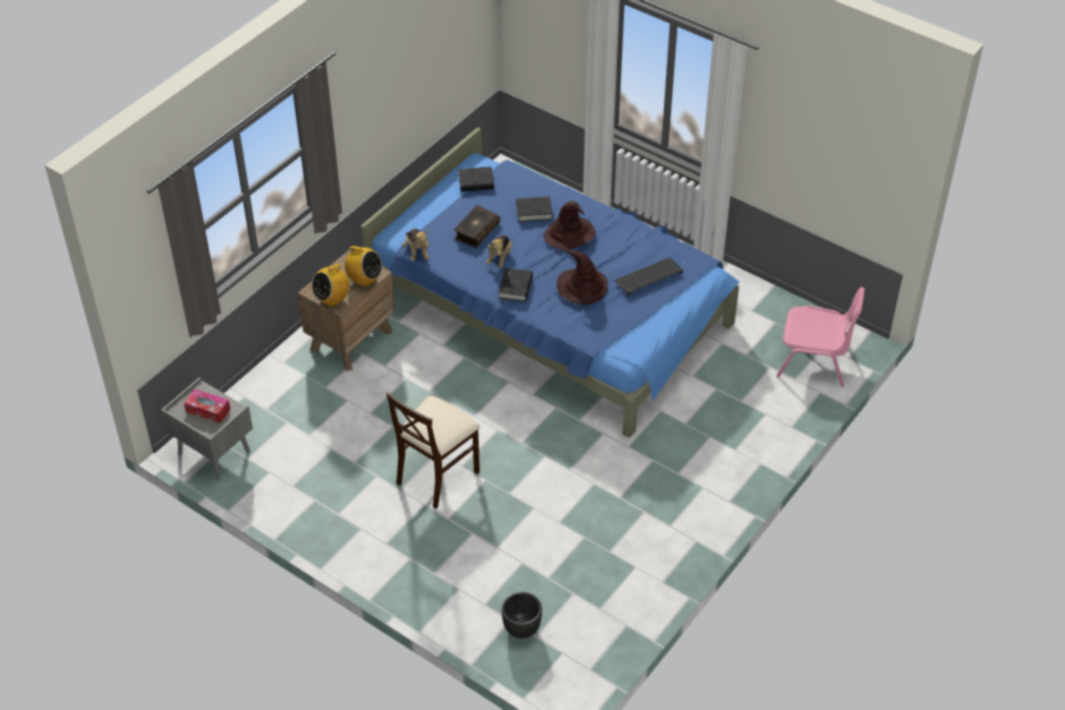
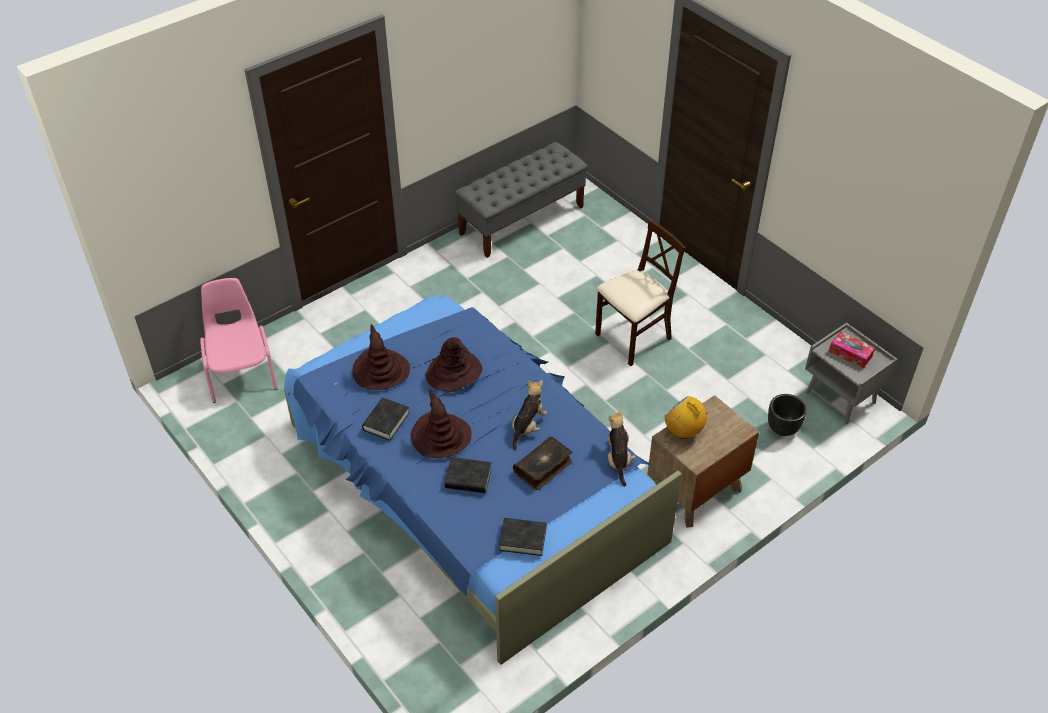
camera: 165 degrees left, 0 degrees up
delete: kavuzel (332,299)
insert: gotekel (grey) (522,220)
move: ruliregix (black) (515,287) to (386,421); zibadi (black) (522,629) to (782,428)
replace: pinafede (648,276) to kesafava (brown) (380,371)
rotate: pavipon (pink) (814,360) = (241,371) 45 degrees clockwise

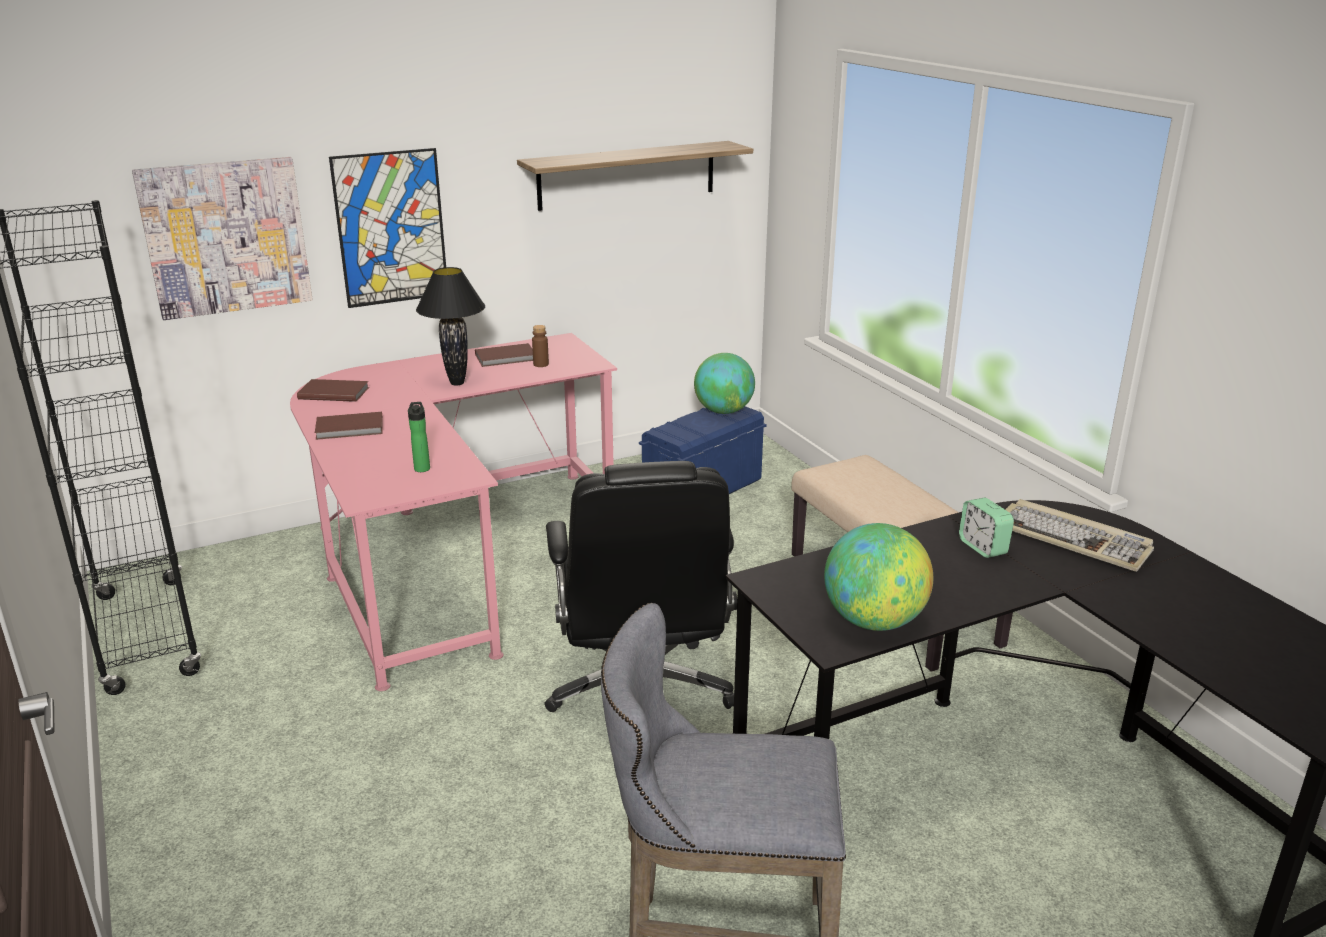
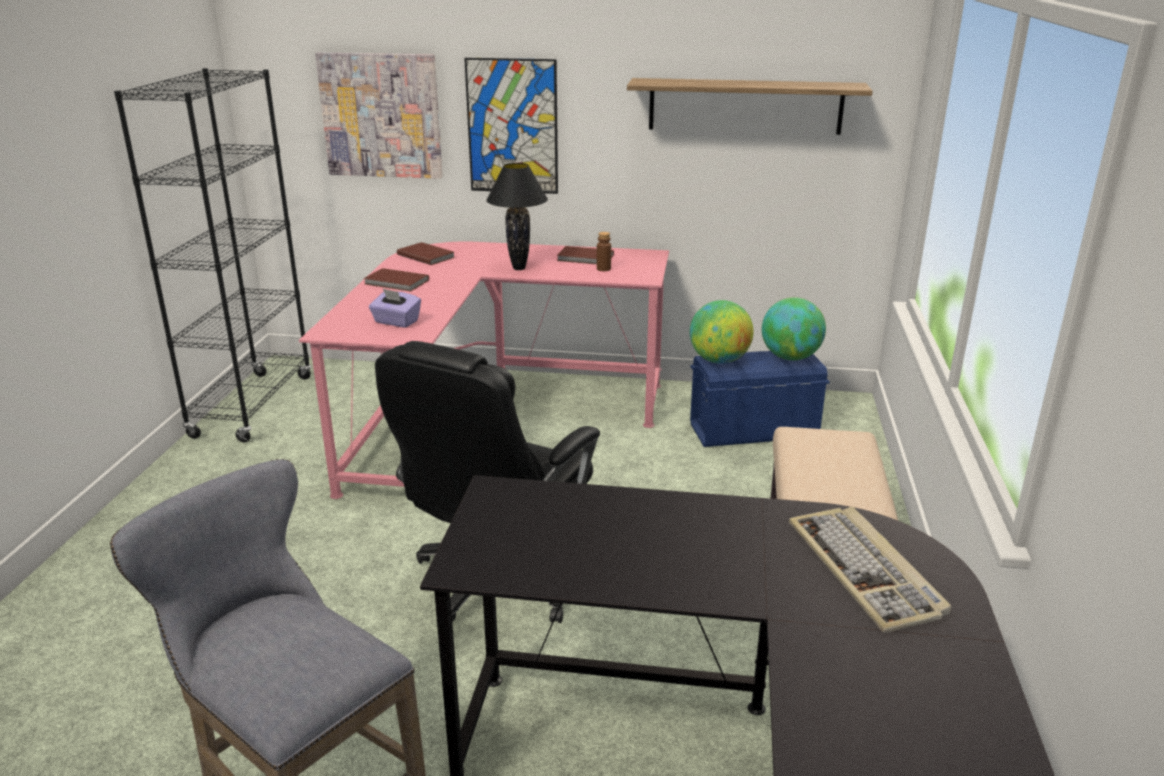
camera: 35 degrees right, 0 degrees up
delete: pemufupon (983,547)
move: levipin (874,621) to (719,360)
replace: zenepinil (422,468) to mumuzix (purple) (396,322)

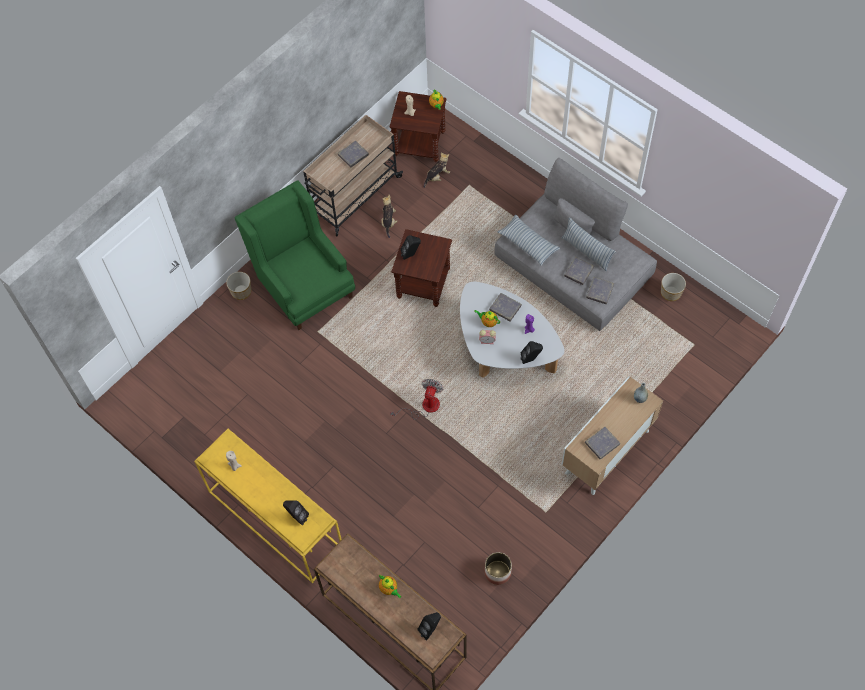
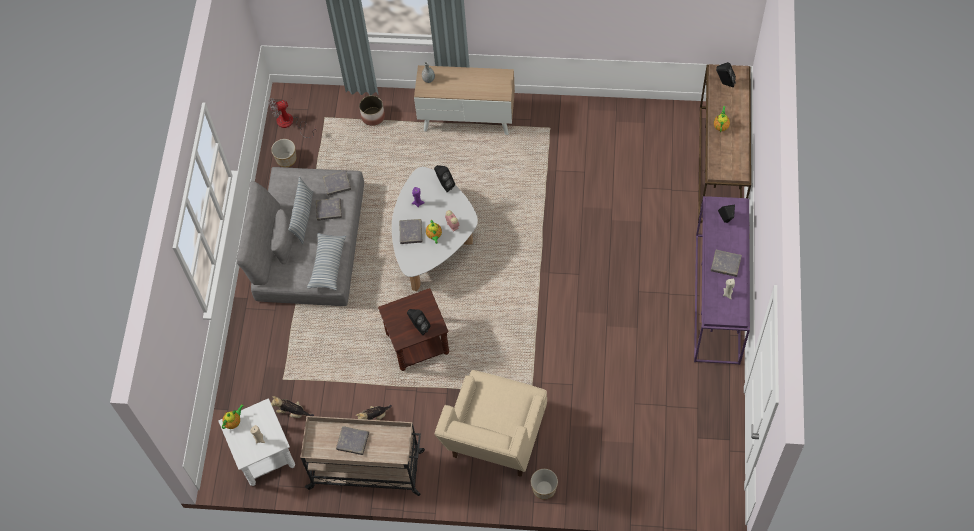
camera: 125 degrees left, 0 degrees up
move: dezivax (424,407) to (290,123); ruliregix (grey) (602,444) to (725,264); zibadi (497,572) to (373,116)
recolor: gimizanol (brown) (419,144) to gimizanol (white) (265,455); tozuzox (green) (303,284) to tozuzox (beige) (495,441); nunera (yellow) (274,520) to nunera (purple) (718,299)

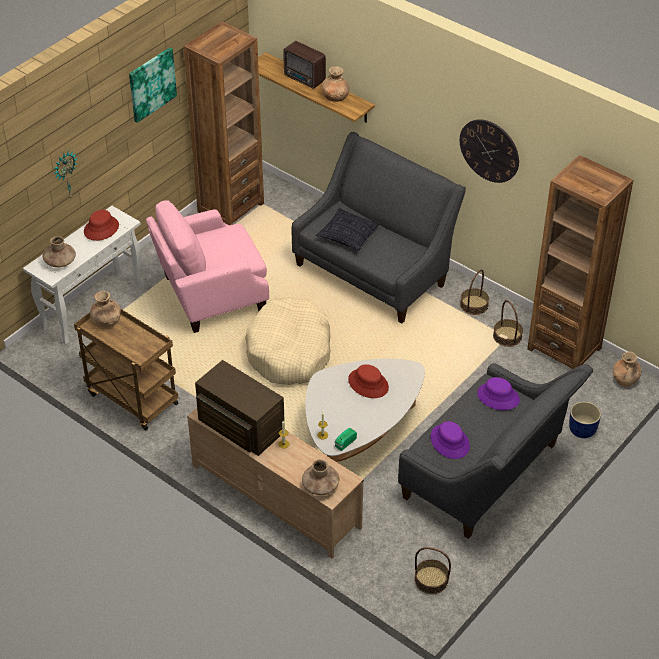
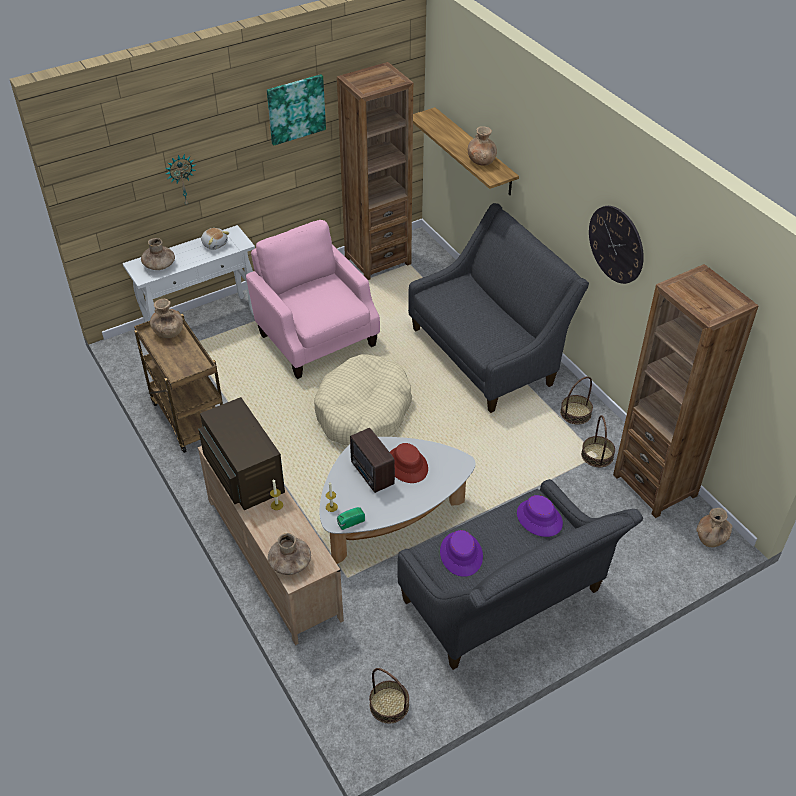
camera: 20 degrees right, 0 degrees up
delete: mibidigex (348,236); zibadi (blue) (582,430)
move: kavuzel (305,79) to (372,475)
replace: kesafava (red) (101,228) to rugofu (215,244)
rotate: tozuzox (pink) (211,295) = (316,338) 60 degrees clockwise

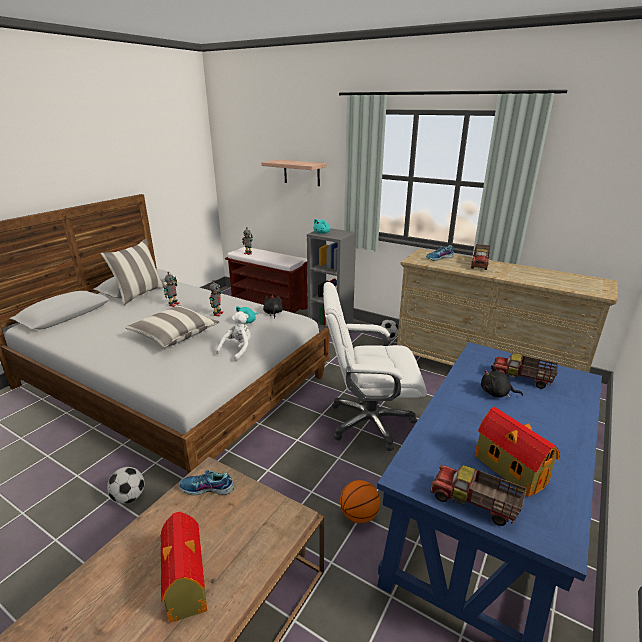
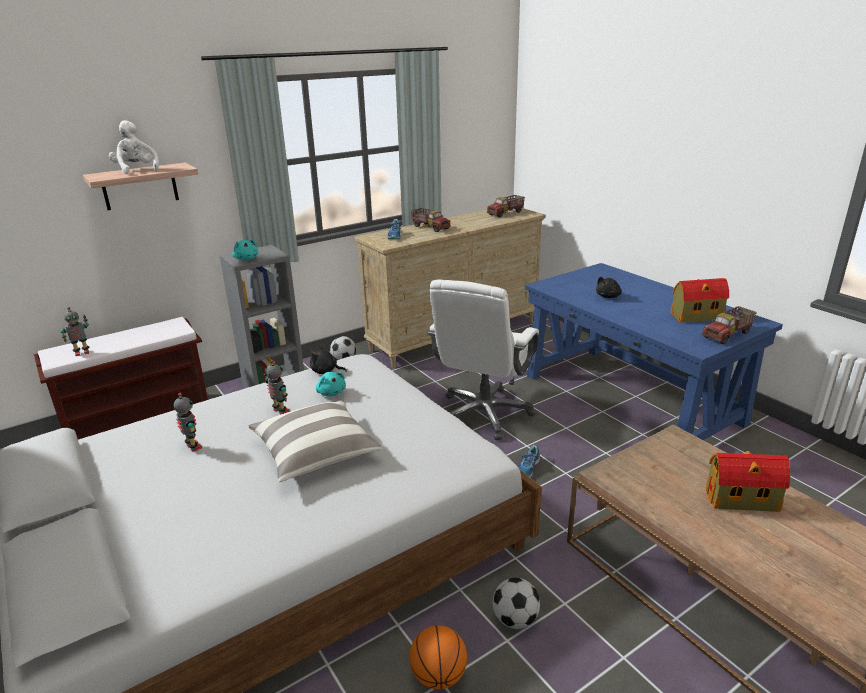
camera: 65 degrees left, 0 degrees up
delete: mibidigex (140,294)
move: rugofu (white) (238,350) to (136,170); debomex (521,379) to (506,213); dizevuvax (207,489) to (528,468); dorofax (359,515) to (438,675)

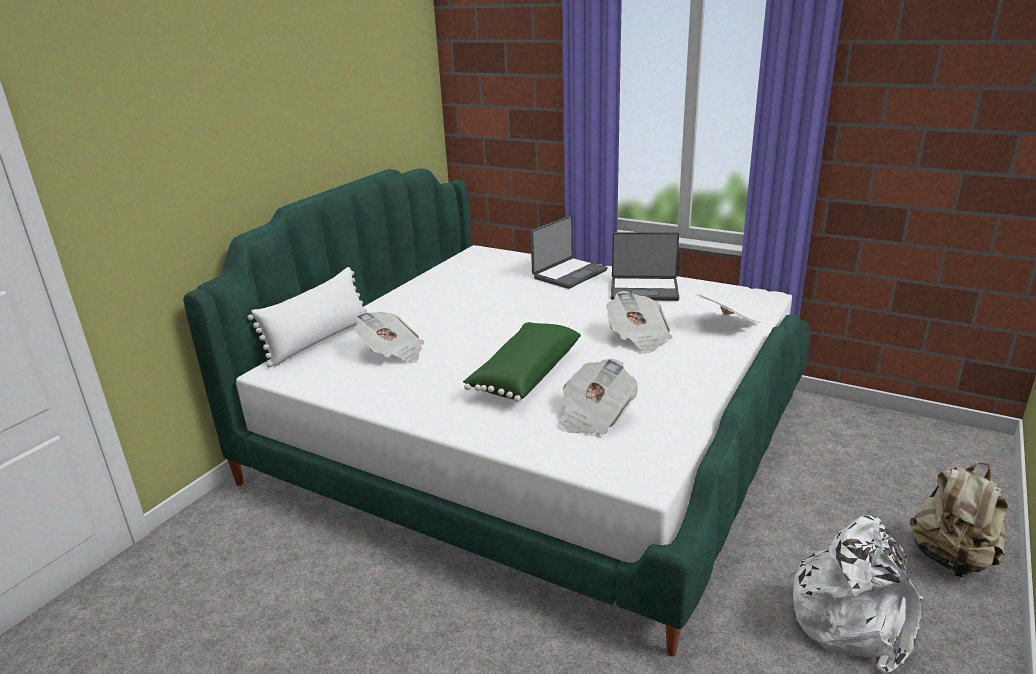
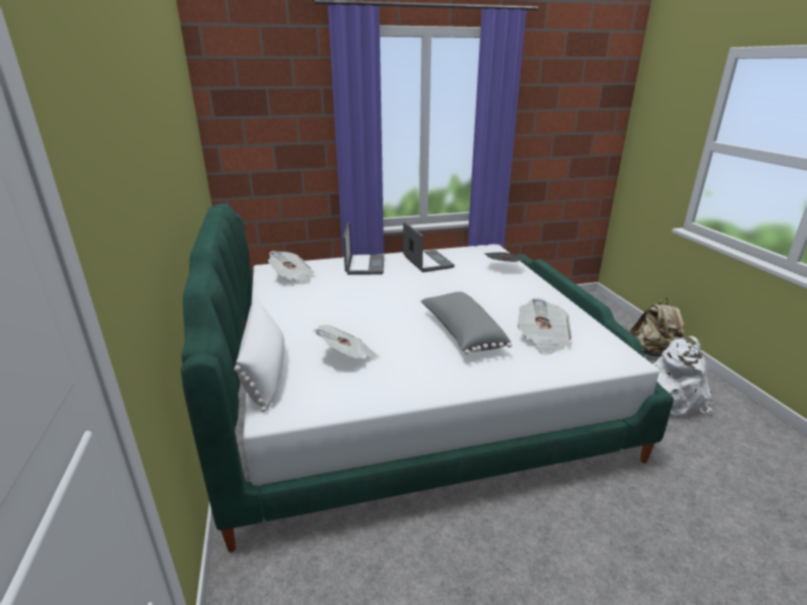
camera: 45 degrees left, 0 degrees up
move: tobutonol (638,338) to (293,278)
recolor: mibidigex (green) (524,374) to mibidigex (grey) (461,333)
rotate: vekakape (644,290) = (427,262) 75 degrees counterclockwise

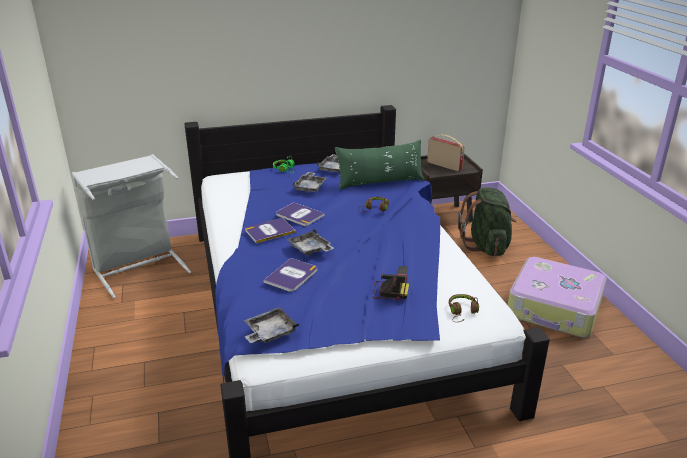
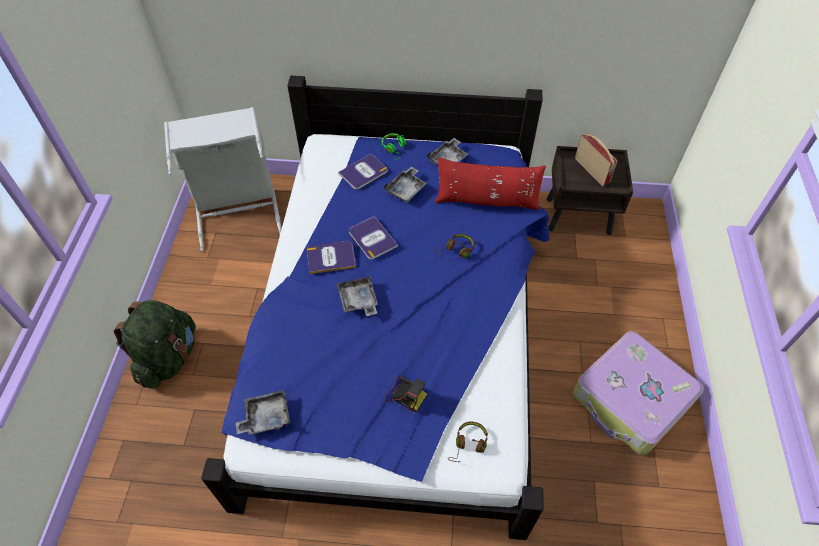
camera: 20 degrees right, 25 degrees up
move: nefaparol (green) (486,246) to (168,358); ruliregix (291,276) to (363,172)
recolor: mibidigex (green) (380,182) to mibidigex (red) (487,201)

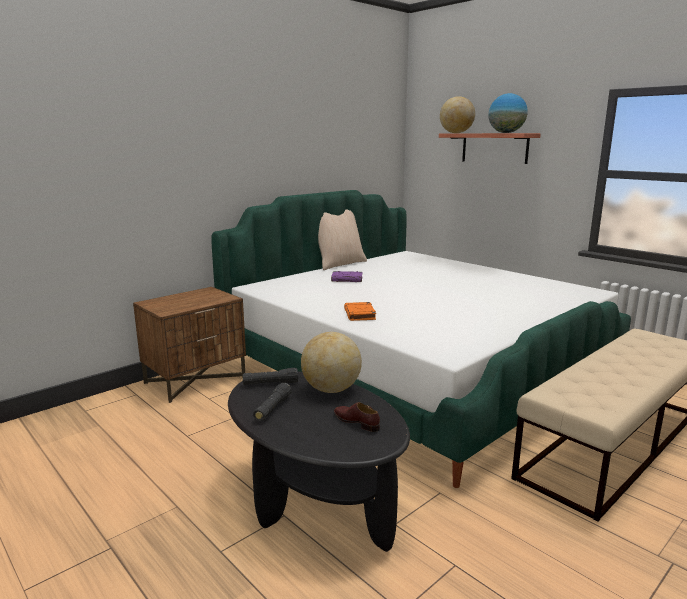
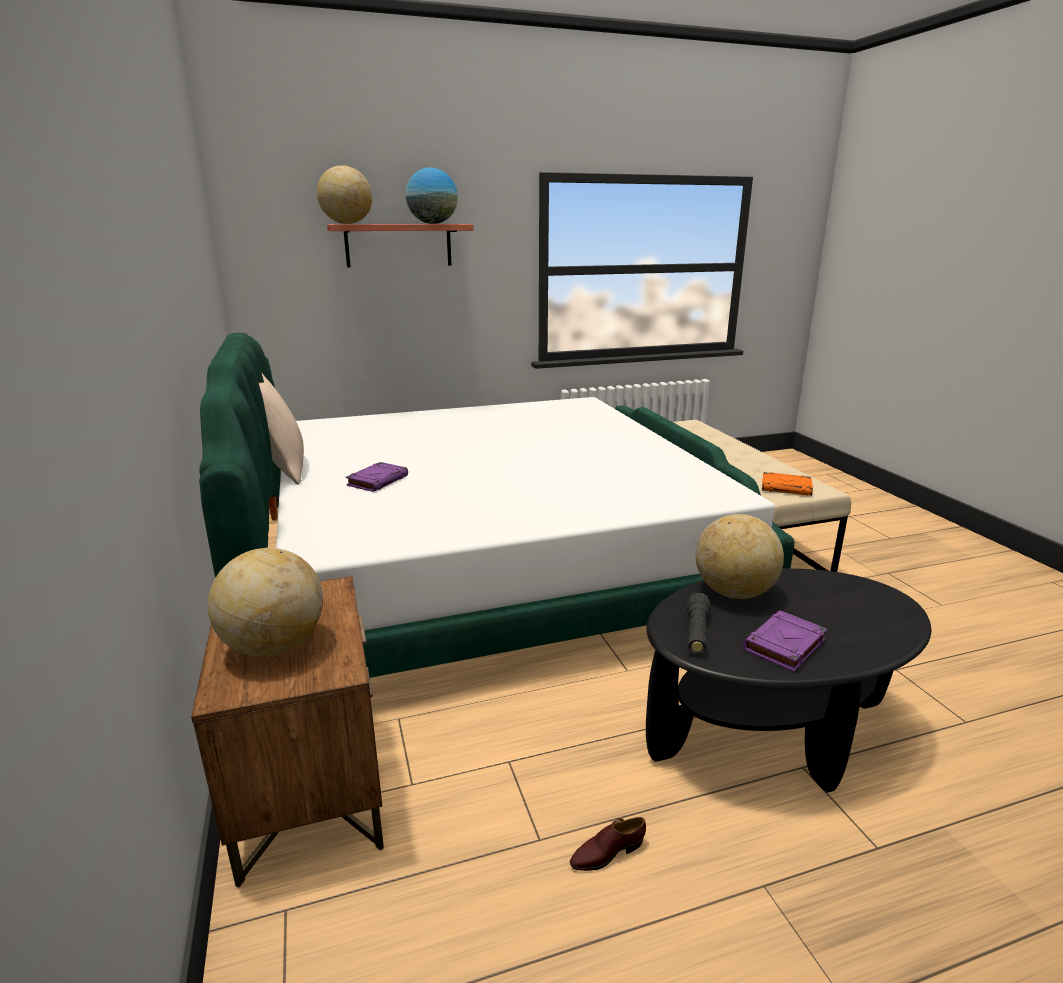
camera: 65 degrees left, 5 degrees up
insert: levipin (274,646)
move: ruliregix (orange) (360,314) to (786,488); dizevuvax (brown) (356,422) to (607,853)
replace: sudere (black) (272,409) to ruliregix (purple) (784,645)

